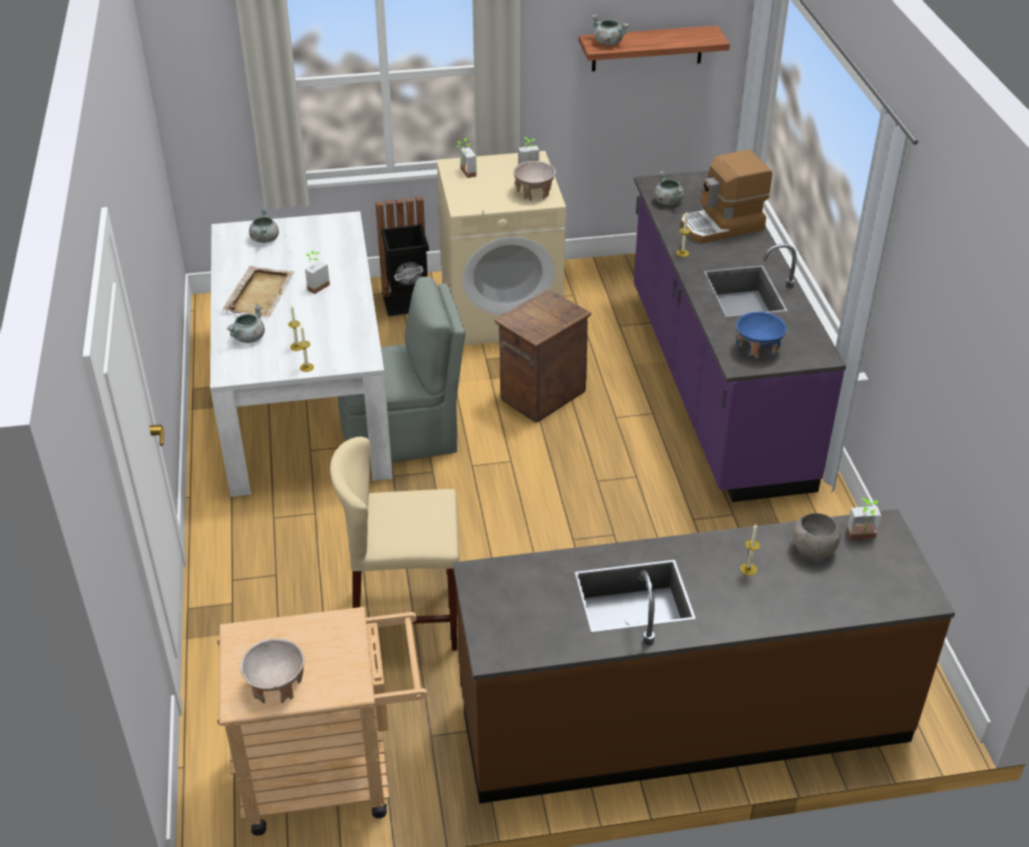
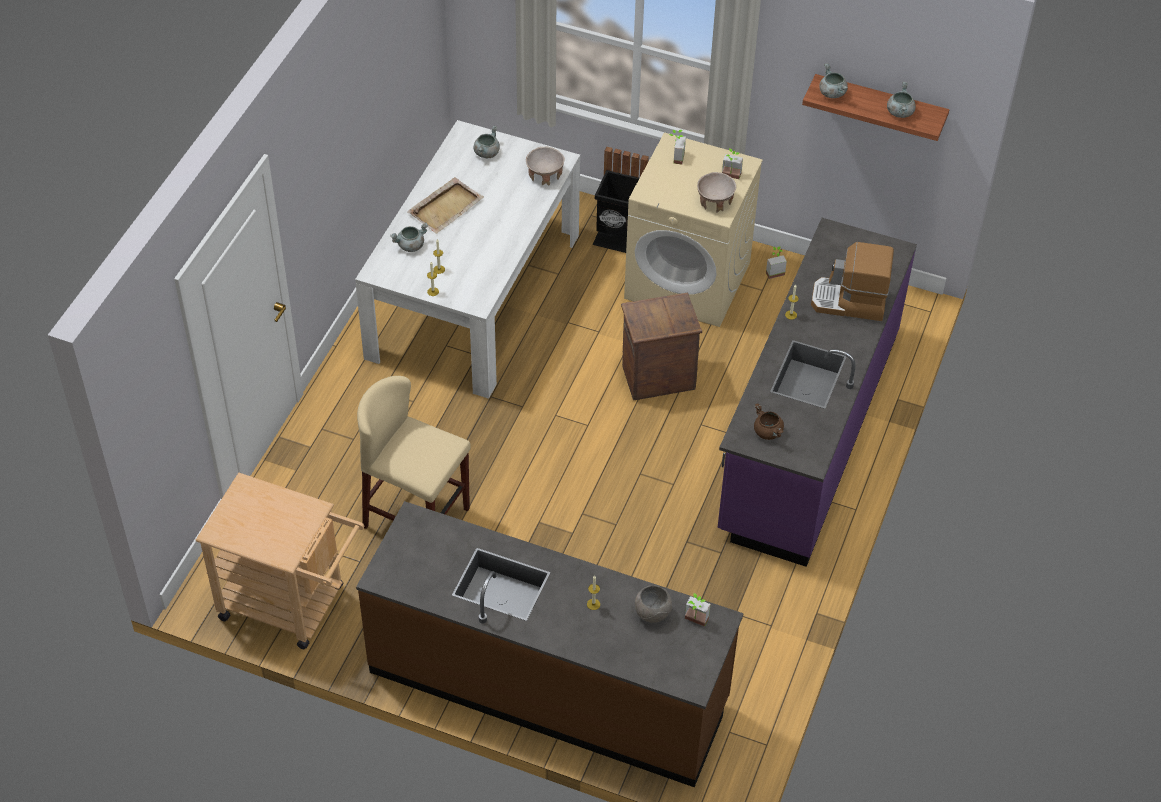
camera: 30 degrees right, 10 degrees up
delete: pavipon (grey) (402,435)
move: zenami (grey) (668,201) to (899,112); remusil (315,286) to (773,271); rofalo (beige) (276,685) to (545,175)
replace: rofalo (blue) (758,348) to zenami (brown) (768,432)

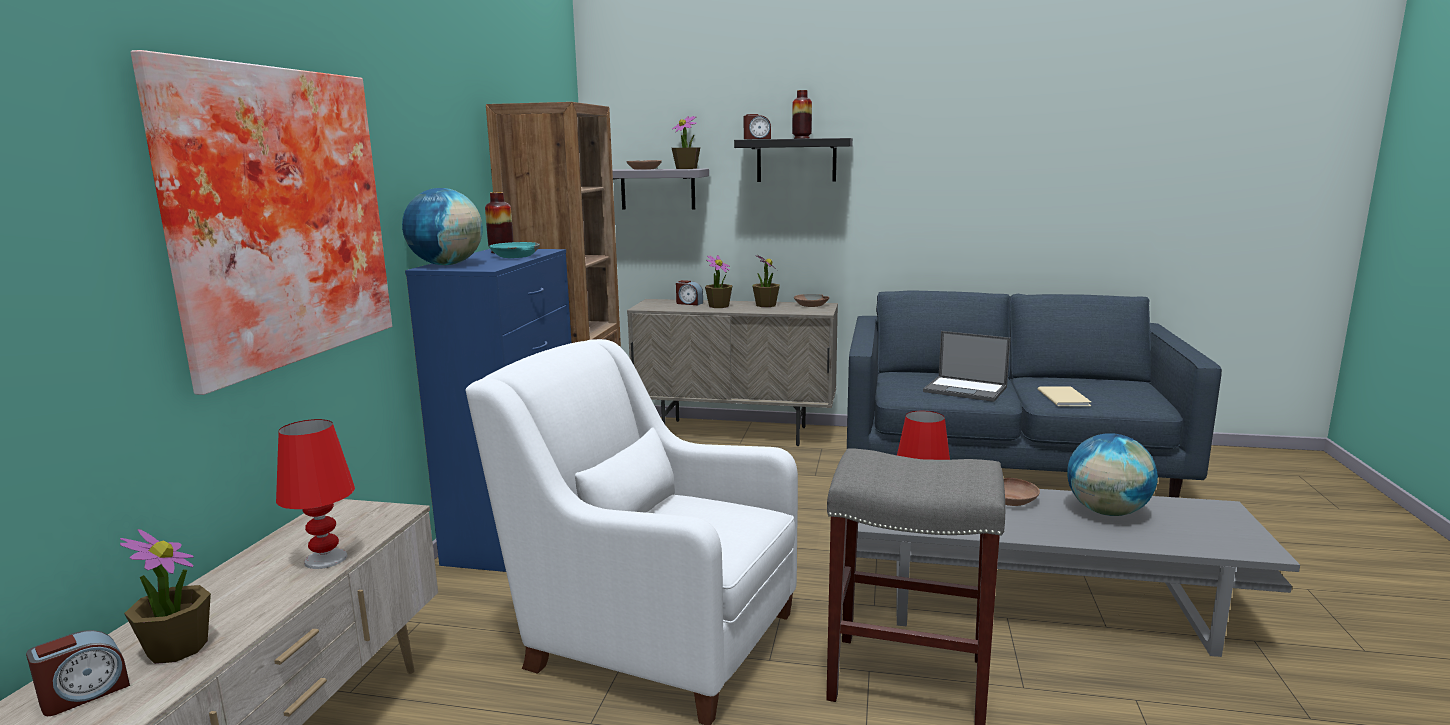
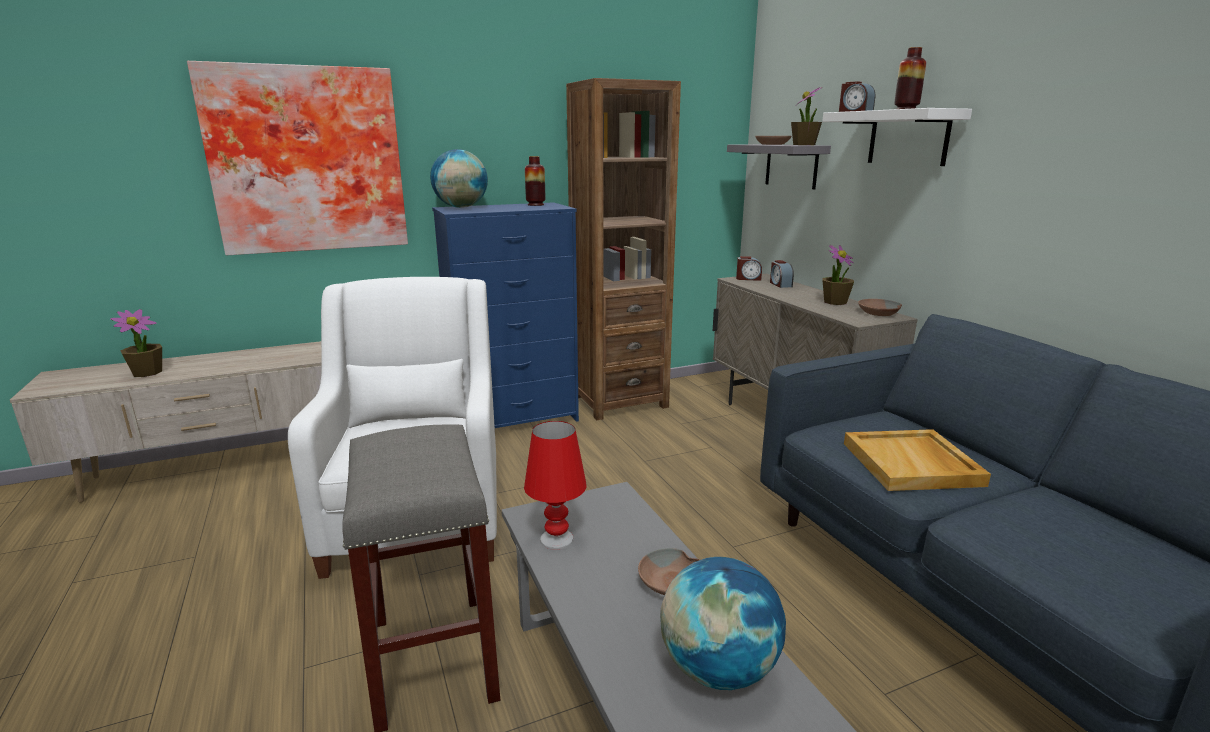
camera: 55 degrees right, 5 degrees up
delete: rofalo (turquoise) (514,256); remusil (719,306); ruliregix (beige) (1064,397); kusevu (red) (326,559)
move: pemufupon (85,694) to (748,278)
replace: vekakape (966,389) to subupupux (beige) (912,464)
recolor: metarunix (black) (796,160) to metarunix (white) (908,138)

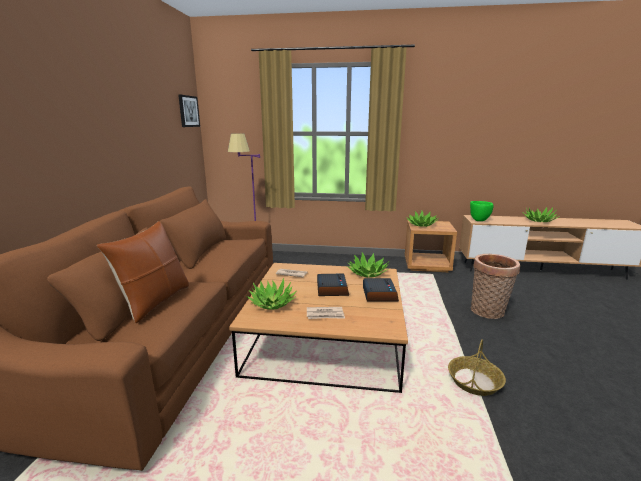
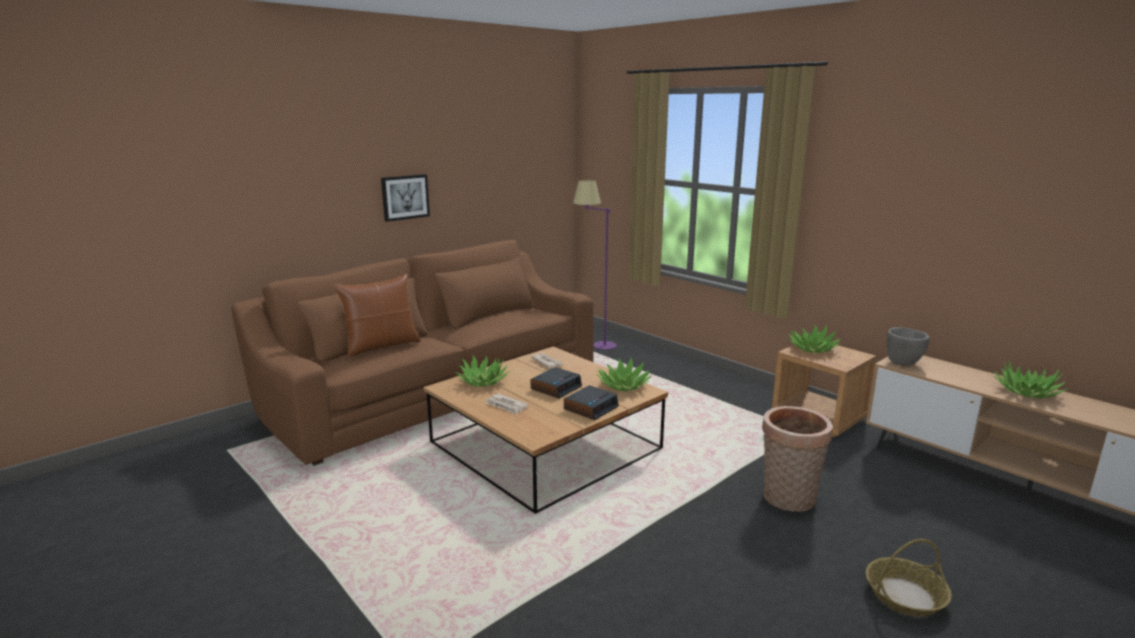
camera: 40 degrees right, 0 degrees up
move: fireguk (188,111) to (405,197); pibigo (474,381) to (905,595)
recolor: rofalo (green) (479,220) to rofalo (grey) (903,363)

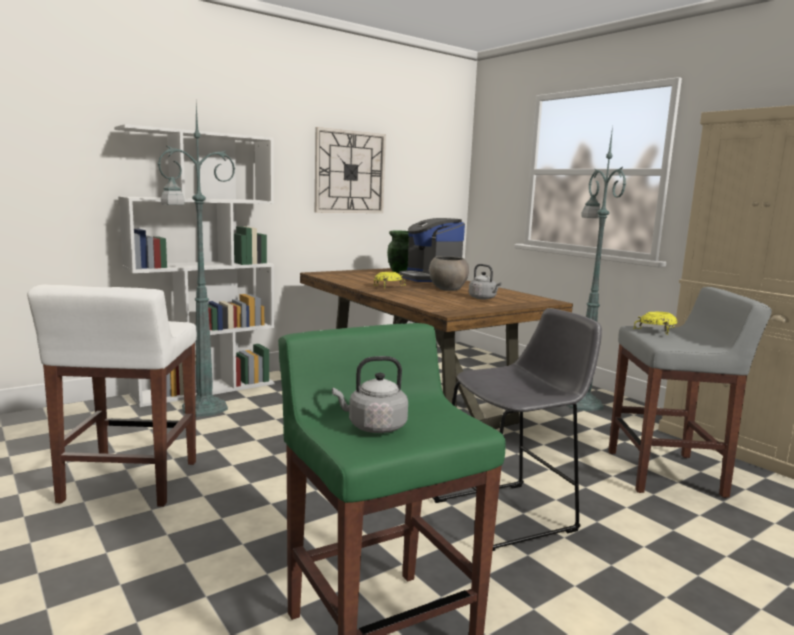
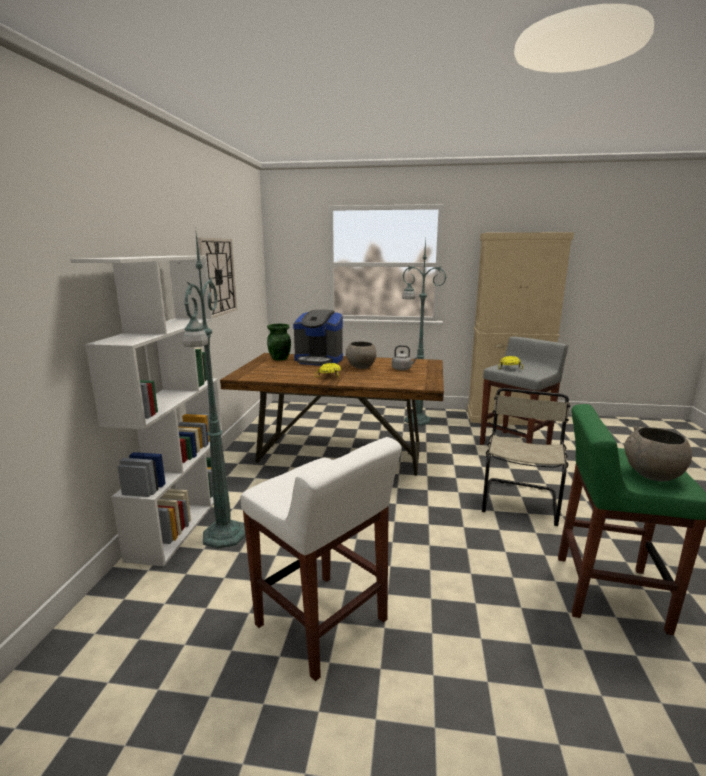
camera: 45 degrees left, 5 degrees up
replace: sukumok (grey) (511,515) to pavipon (beige) (520,500); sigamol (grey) (374,427) to rofalo (grey) (652,475)

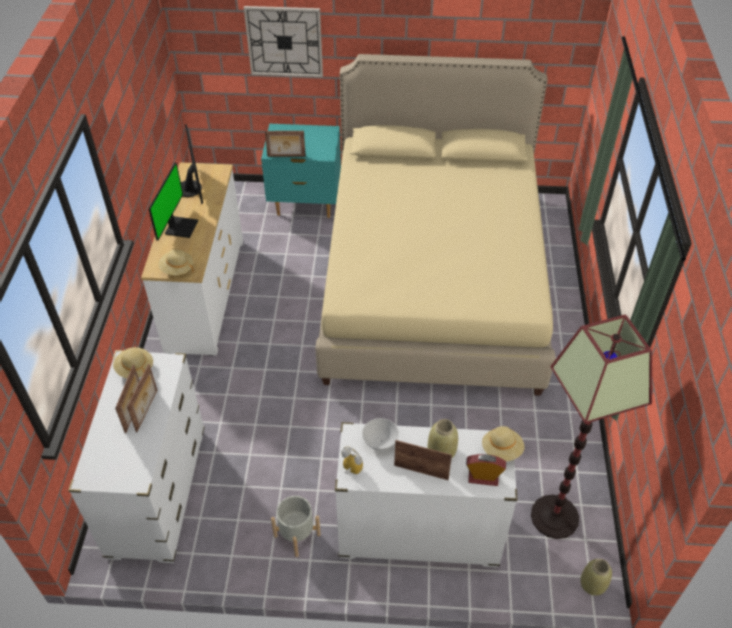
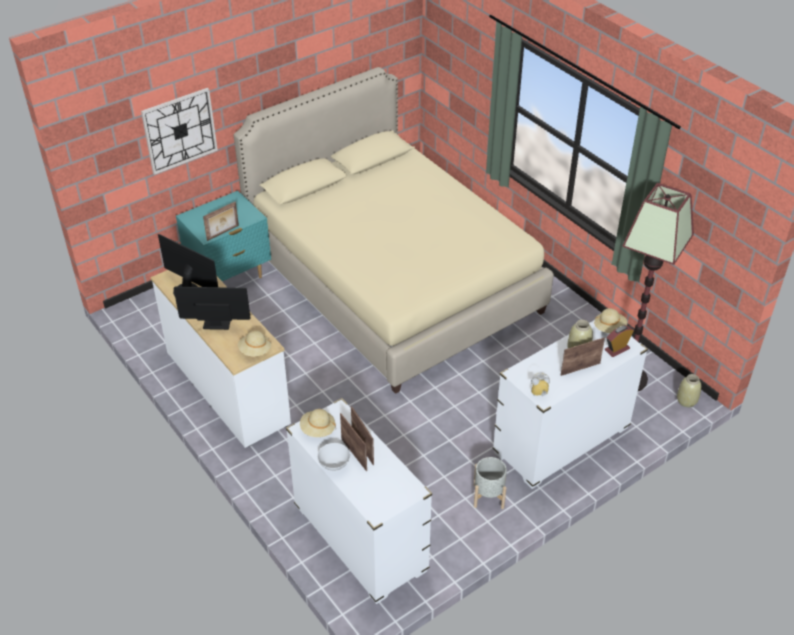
camera: 40 degrees left, 5 degrees down
move: rofalo (white) (380,442) to (334,465)
rotate: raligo (180,227) = (217,322) 60 degrees counterclockwise

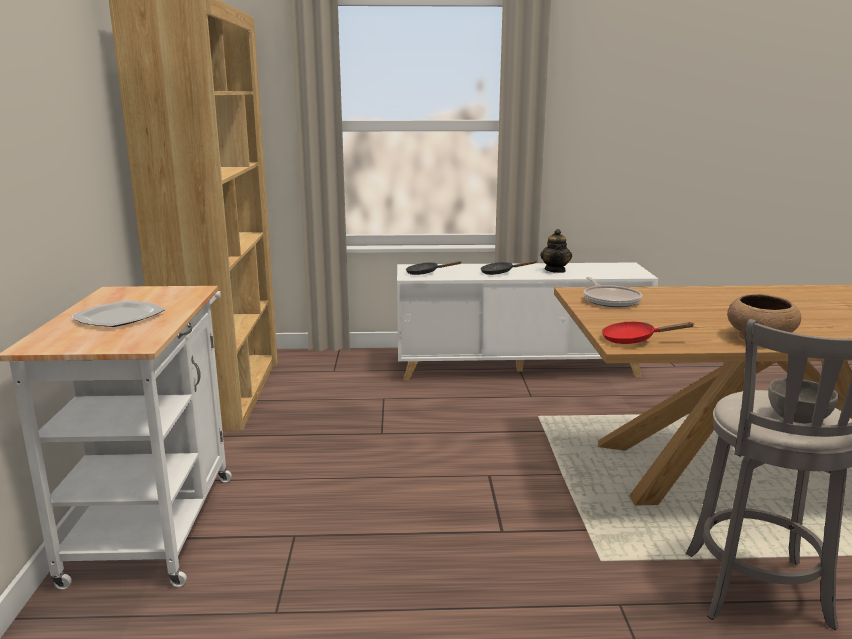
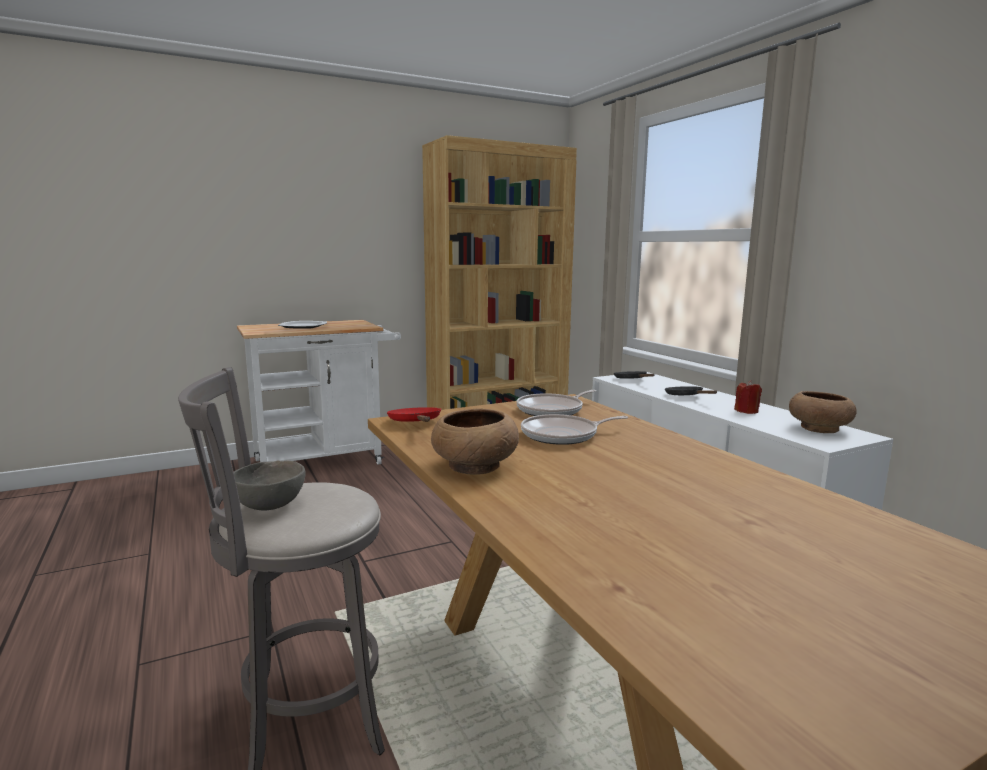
camera: 65 degrees right, 5 degrees down
insert: rofalo (brown) (818,428); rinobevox (563,435)
replace: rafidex (555,270) to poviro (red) (746,411)

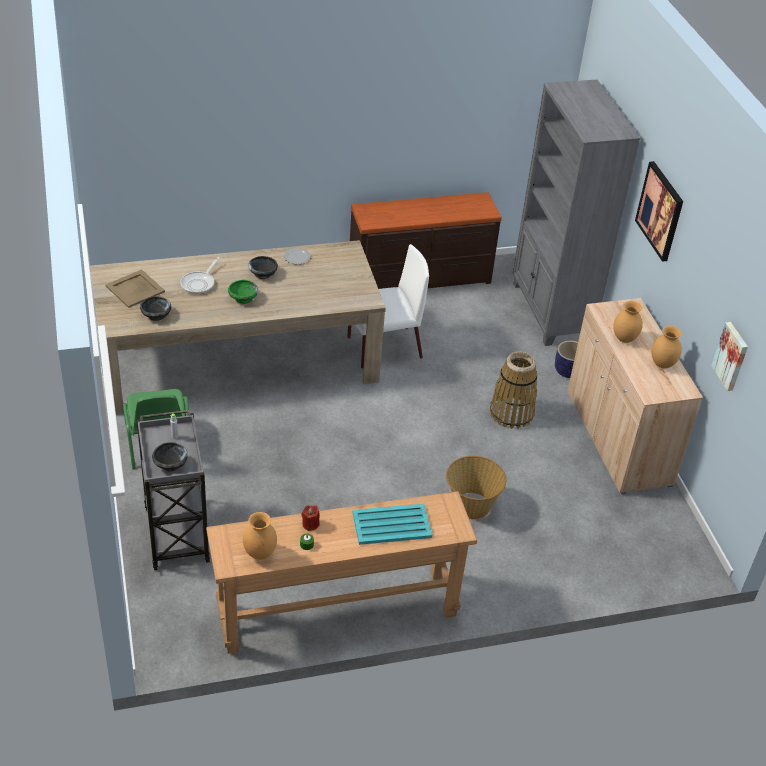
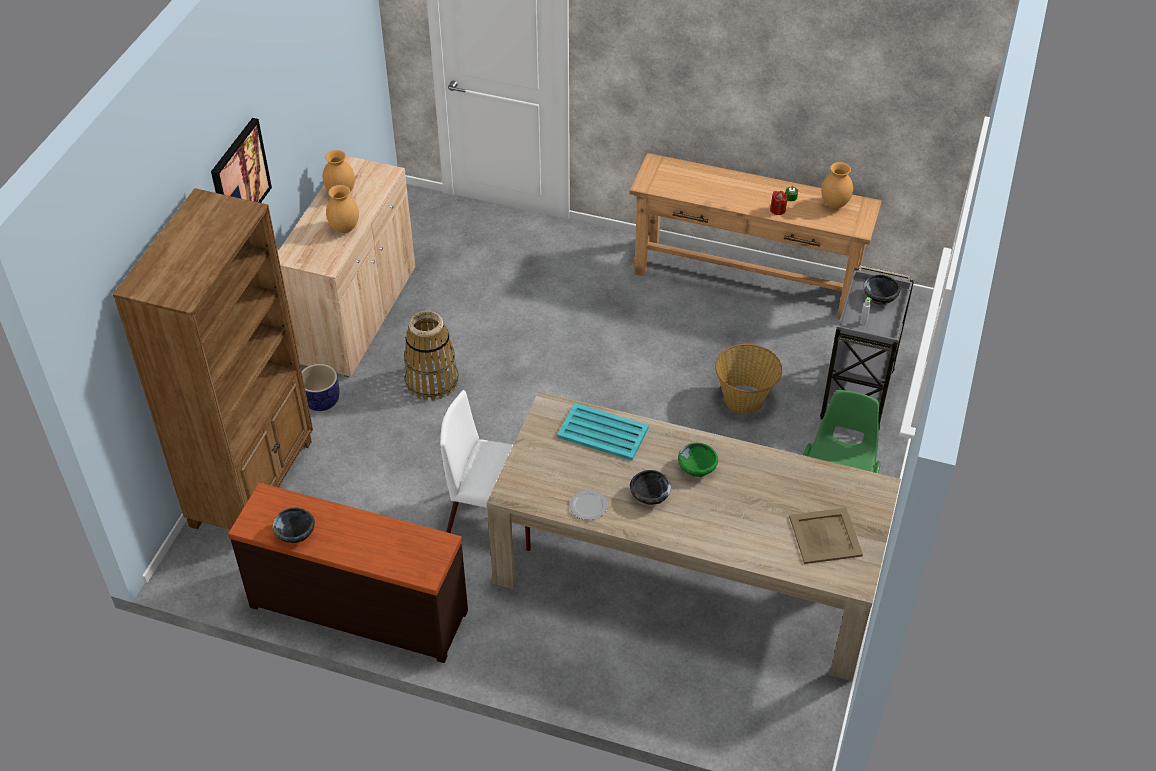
camera: 145 degrees left, 5 degrees up
delete: rinobevox (199,283); fireguk (731,356)
move: rofalo (black) (156,315) to (295,534); pibigo (471,506) to (744,399); subupupux (turquoise) (391,525) to (603,433)
recolor: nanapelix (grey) (550,312) to nanapelix (brown) (254,482)

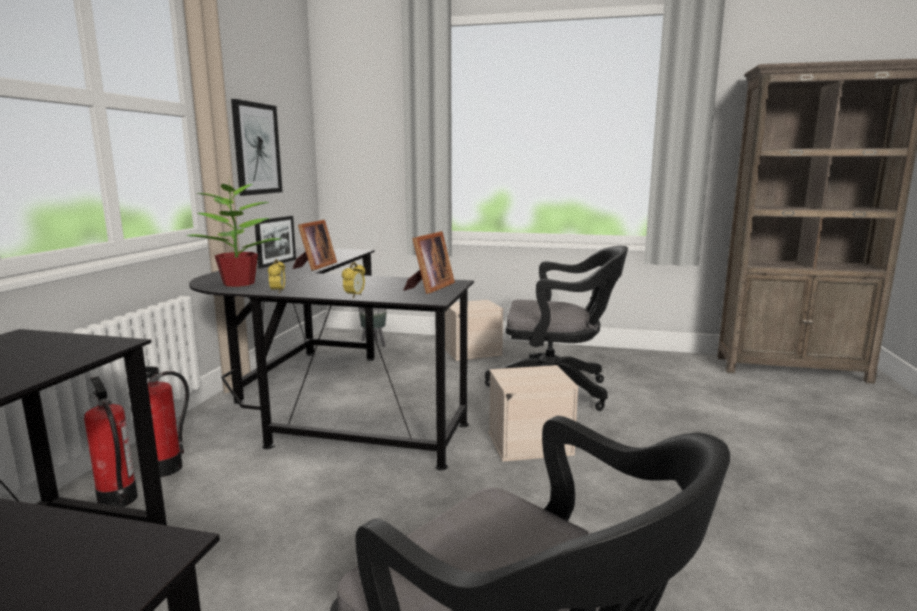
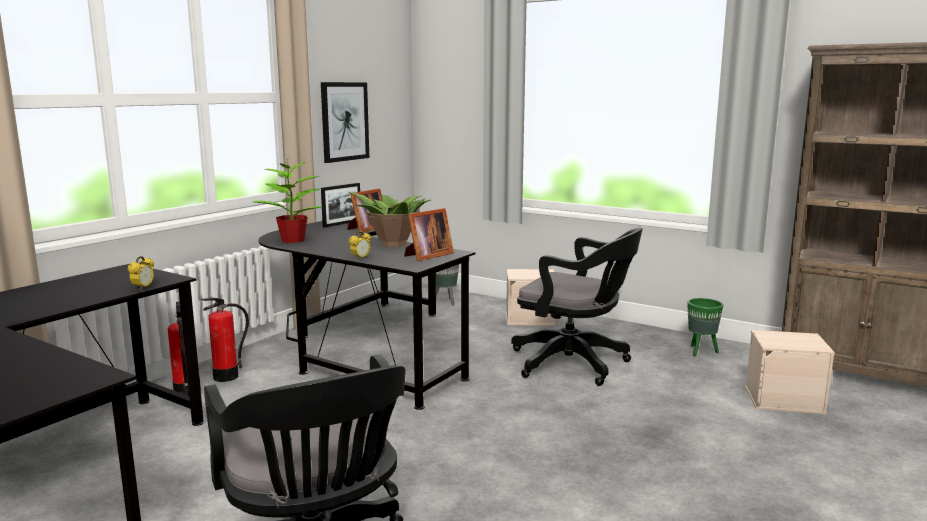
camera: 20 degrees right, 0 degrees up
insert: remusil (393,244); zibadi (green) (700,351)
move: pemufupon (278,292) to (143,288); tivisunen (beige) (530,443) to (784,399)

